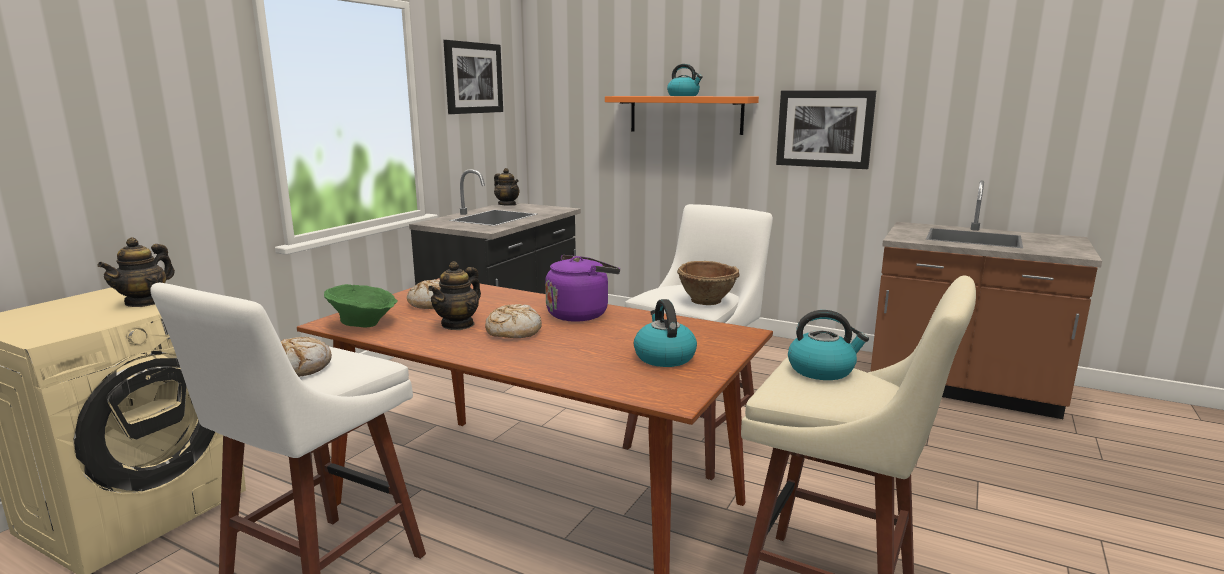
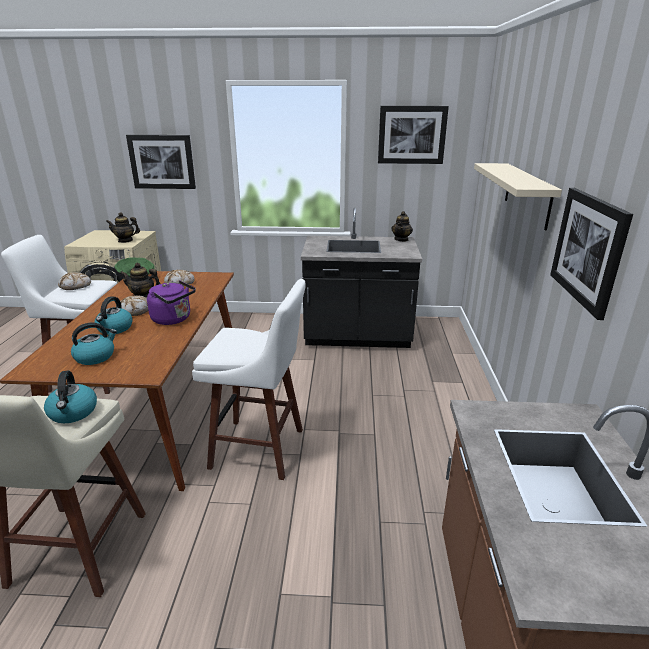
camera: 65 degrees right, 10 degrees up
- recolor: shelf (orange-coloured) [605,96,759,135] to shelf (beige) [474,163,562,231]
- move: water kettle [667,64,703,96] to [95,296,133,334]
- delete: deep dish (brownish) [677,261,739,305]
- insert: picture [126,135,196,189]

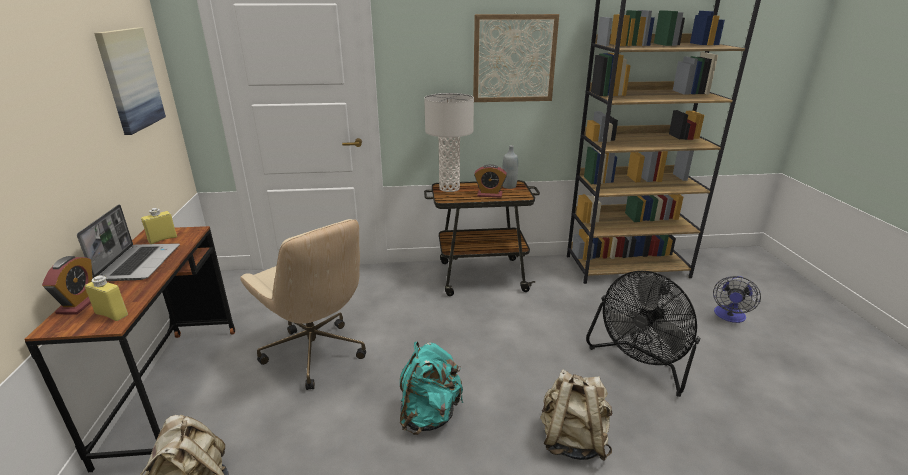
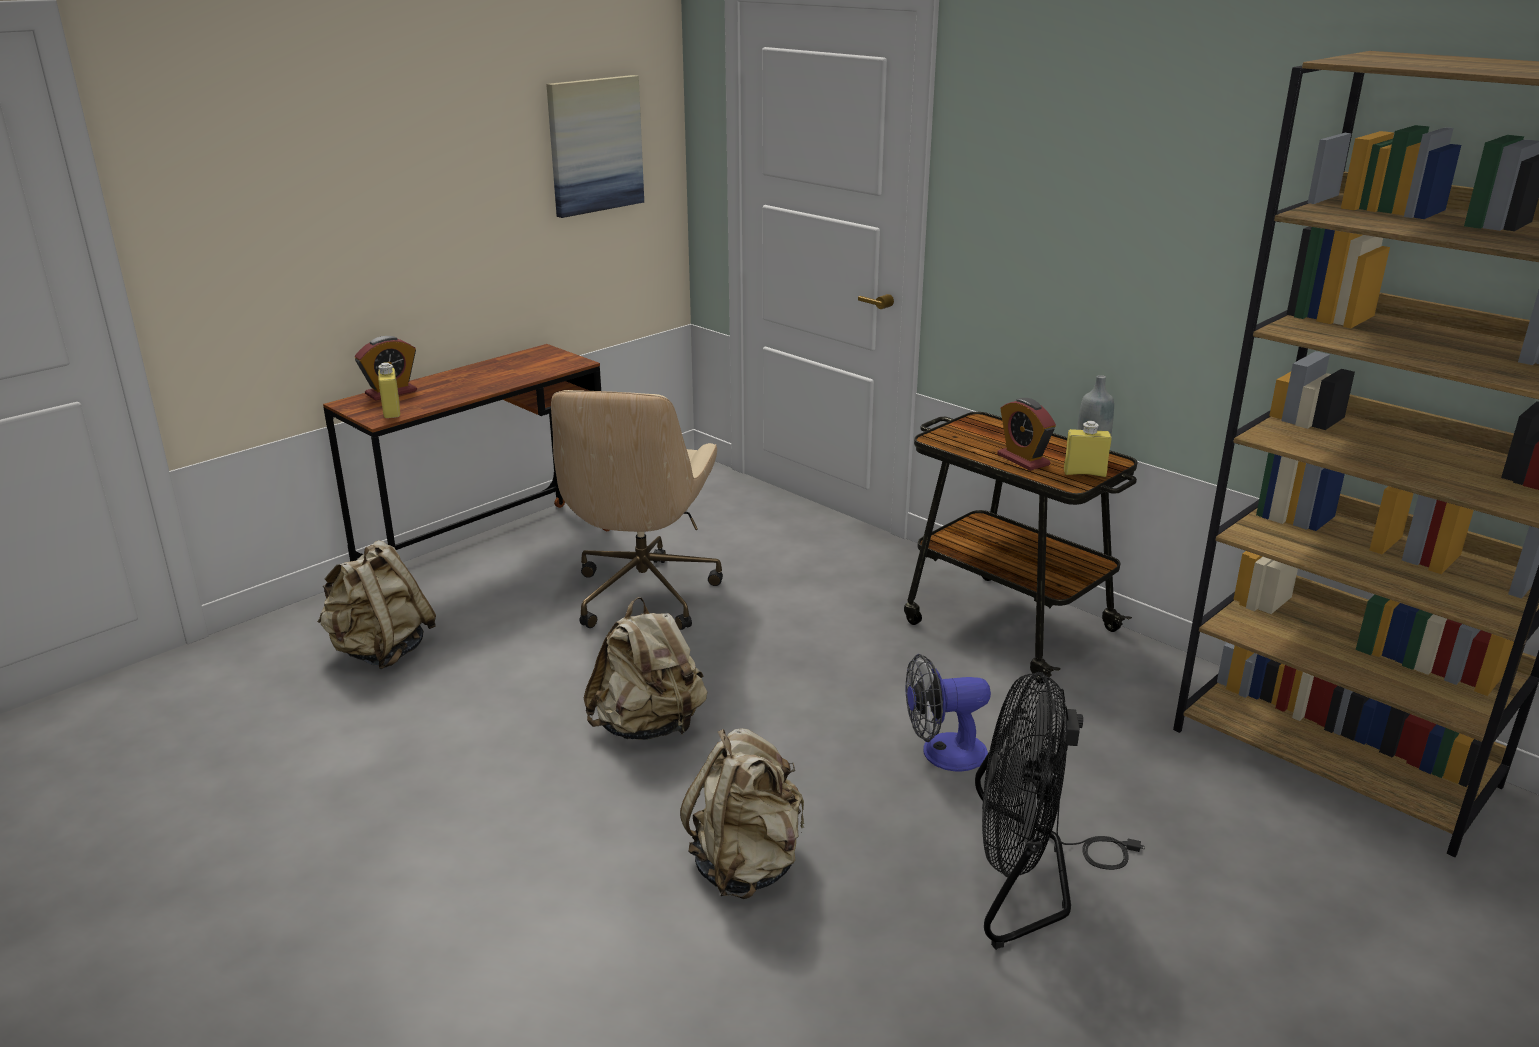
camera: 50 degrees right, 0 degrees up
- delete: portable computer [77,205,180,281]
- move: bottle (yellow) [141,208,177,244] to [1064,421,1111,477]
- recolor: rucksack (turquoise-coloured) [400,341,463,435] to rucksack (beige) [584,597,707,740]
- delete: tabletop lamp (whitish) [424,93,474,192]
- delete: picture [473,14,559,102]
- move: cooling fan [713,276,761,323] to [906,654,991,772]

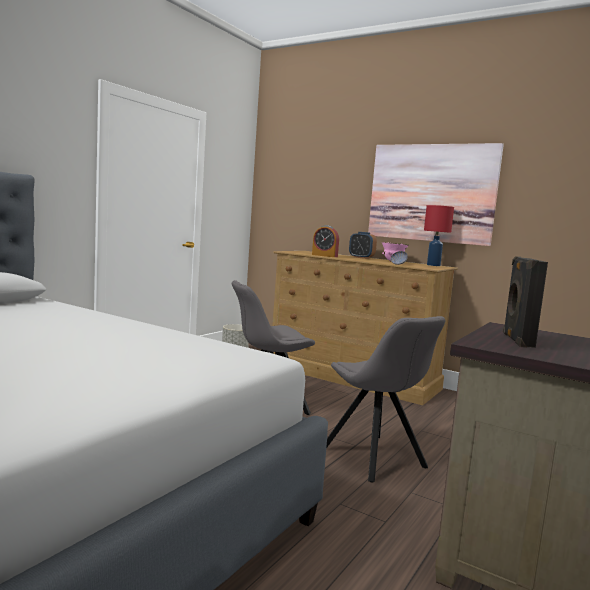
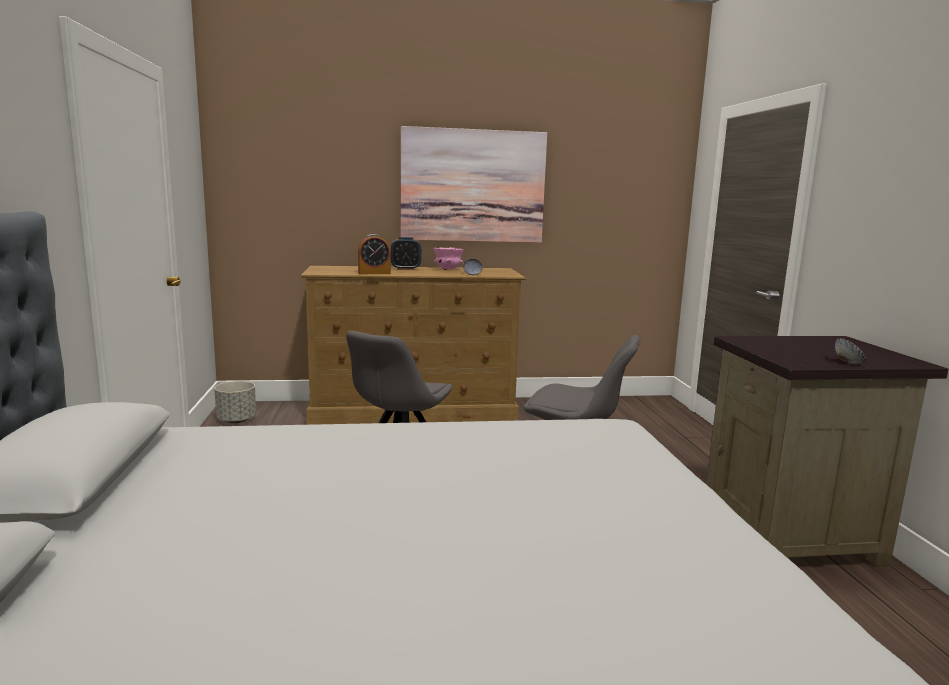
camera: 40 degrees left, 5 degrees up
- delete: tabletop lamp (red-coloured) [424,205,454,266]
- delete: speaker (blackish) [503,256,548,348]
- insert: deep dish [835,338,866,363]

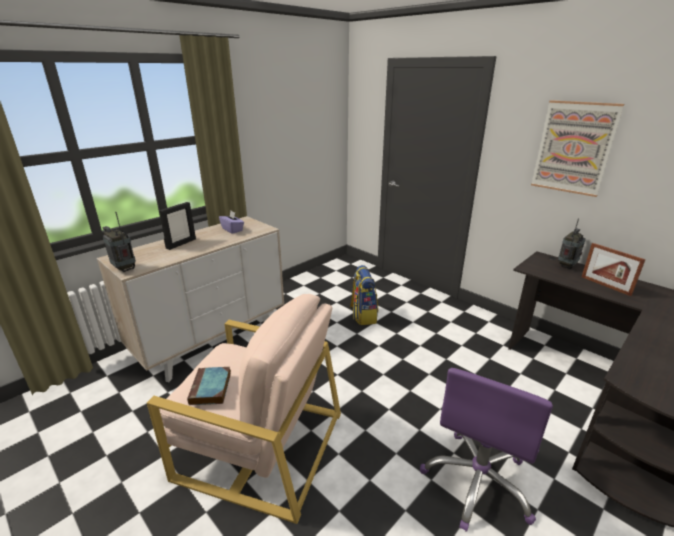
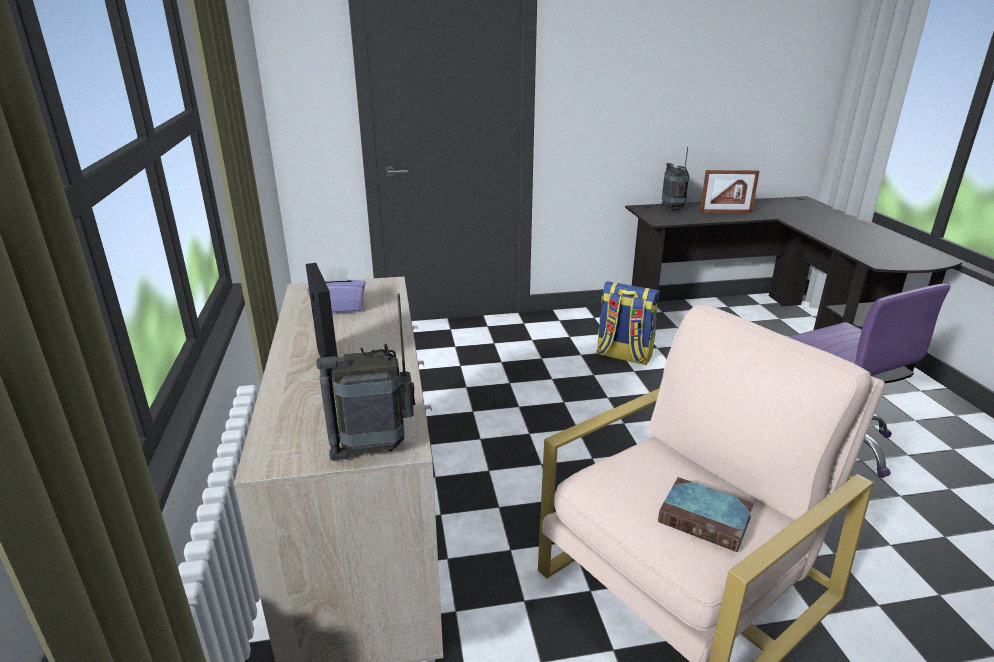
camera: 55 degrees left, 0 degrees up
- move: rucksack [350,265,378,325] to [596,281,660,365]
- delete: picture [531,100,624,197]

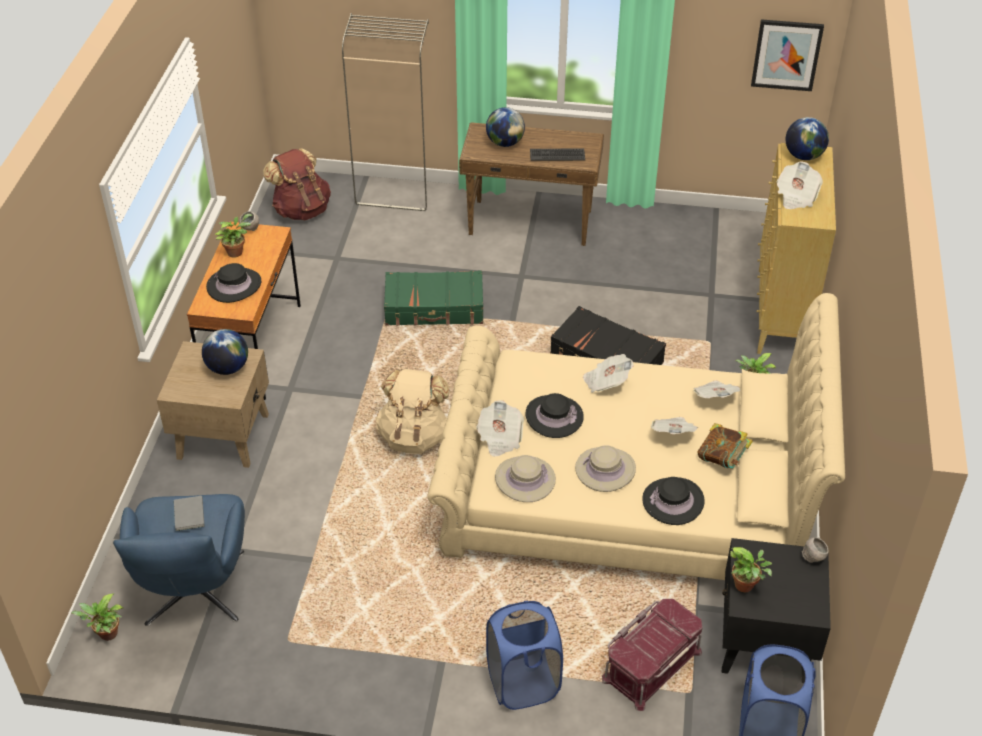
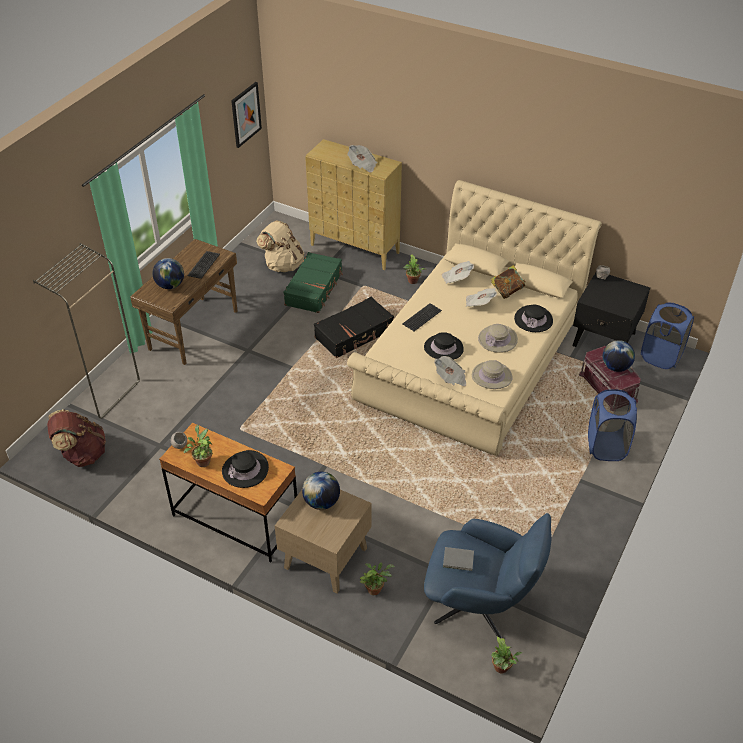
camera: 70 degrees left, 0 degrees up
- move: rucksack (beige) [375,369,449,454] to [256,220,305,272]
- move: piece of luggage (greenish) [384,270,483,325] to [283,252,343,313]
- replace: newspaper [583,354,634,393] to keyboard [402,303,442,331]
- move: houseplant [730,547,772,592] to [360,562,395,595]
- move: world globe [786,117,829,160] to [603,340,635,372]

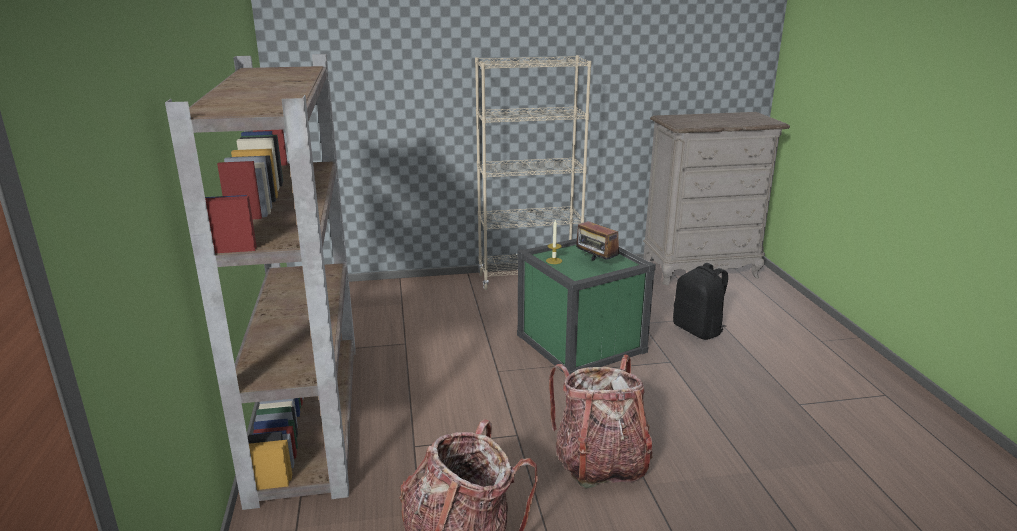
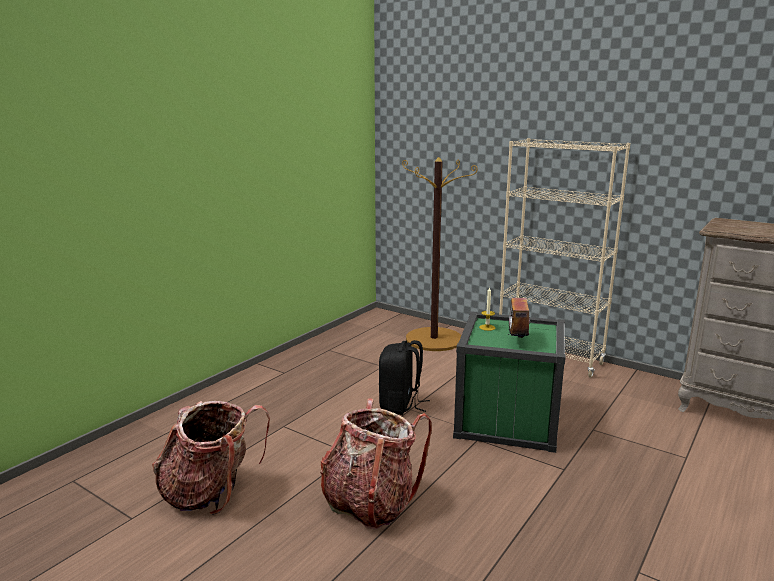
camera: 45 degrees right, 5 degrees down
- delete: bookcase (brownish) [165,54,356,510]
- move: rucksack (blackish) [673,263,728,340] to [379,340,430,415]
- insert: clothes rack (brownish) [402,157,478,351]

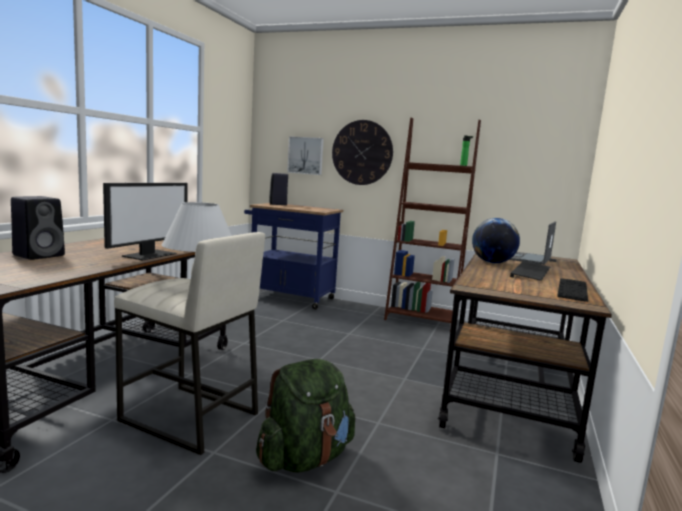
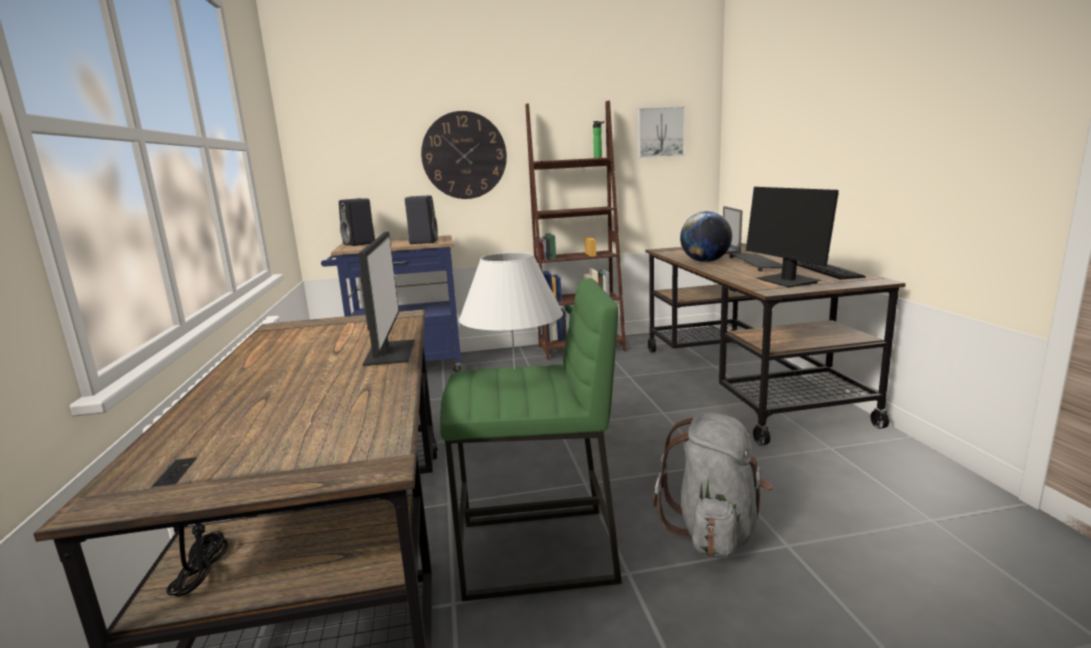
camera: 30 degrees left, 5 degrees up
- move: speaker (blackish) [11,196,65,260] to [405,195,438,244]
- recolor: stool (beige) [114,232,265,455] to stool (greenish) [440,278,622,601]
- recolor: rucksack (greenish) [256,359,355,473] to rucksack (gray) [653,413,773,557]
- move: picture [287,136,324,175] to [637,106,685,158]
- insert: monitor [746,187,839,287]

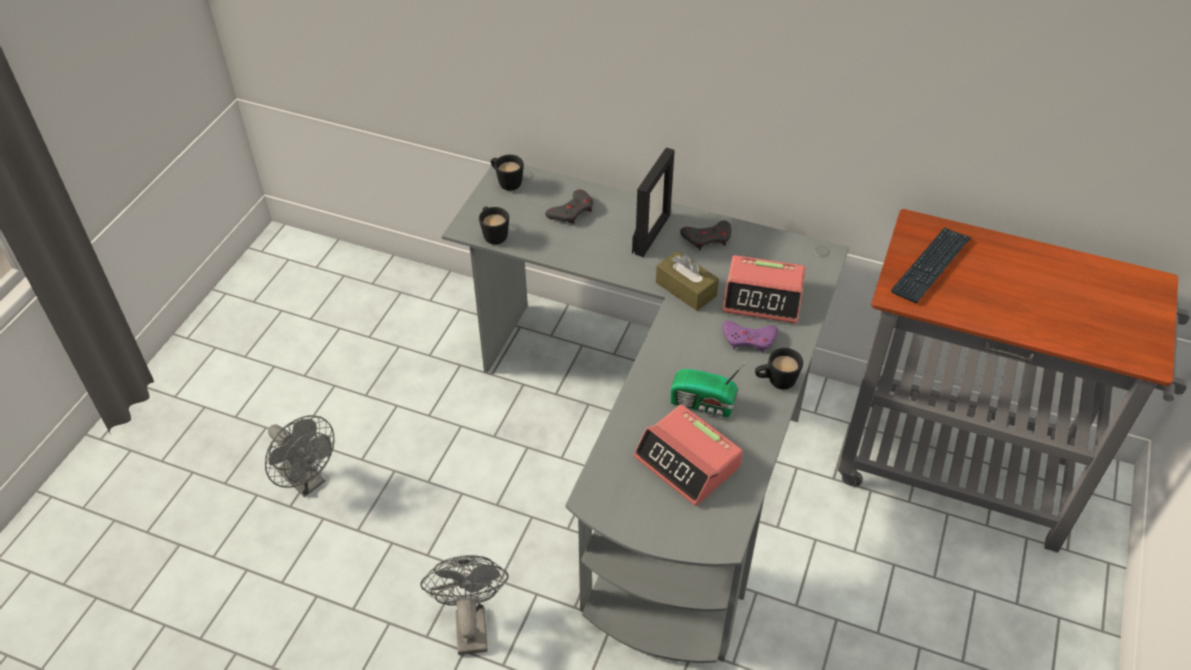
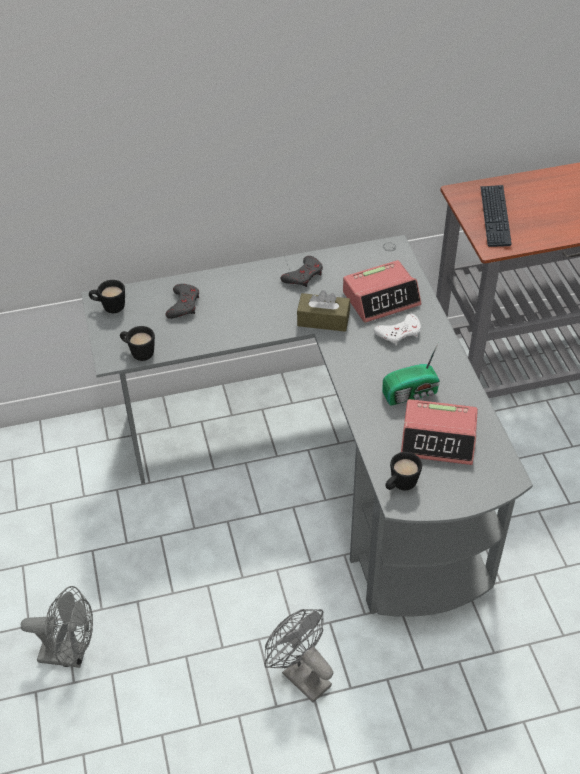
camera: 35 degrees left, 0 degrees up
- delete: picture frame [632,148,675,257]
- recolor: game controller (purple) [722,321,778,353] to game controller (whitish) [374,314,421,345]
- move: tea mug (blackish) [755,348,803,390] to [385,452,422,490]

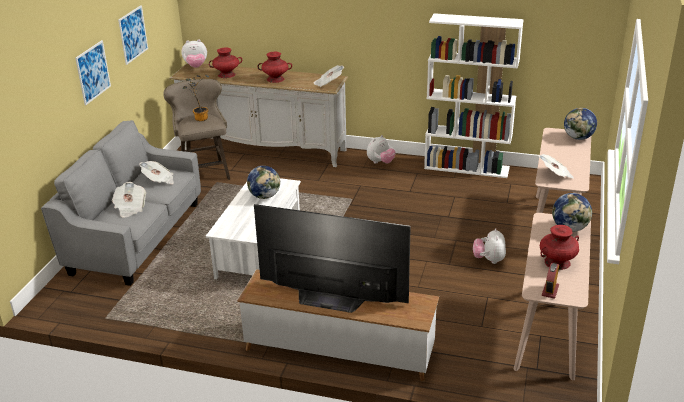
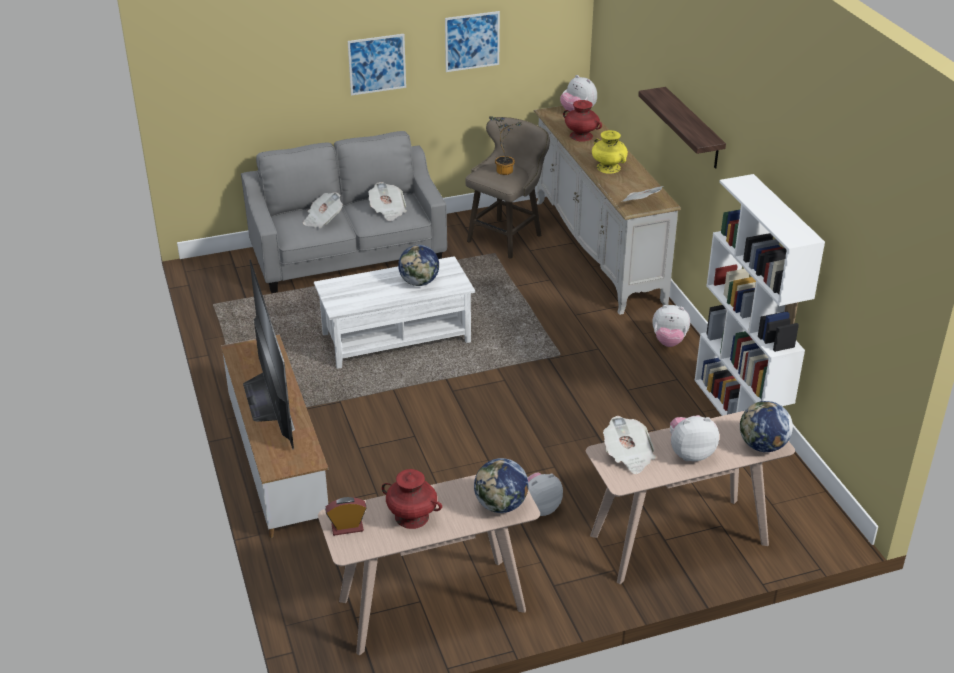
camera: 55 degrees right, 5 degrees up
- recolor: vase (red-coloured) [257,52,292,83] to vase (yellow) [592,130,628,174]
- insert: shelf [638,87,726,169]
- insert: plush toy [670,415,719,461]

